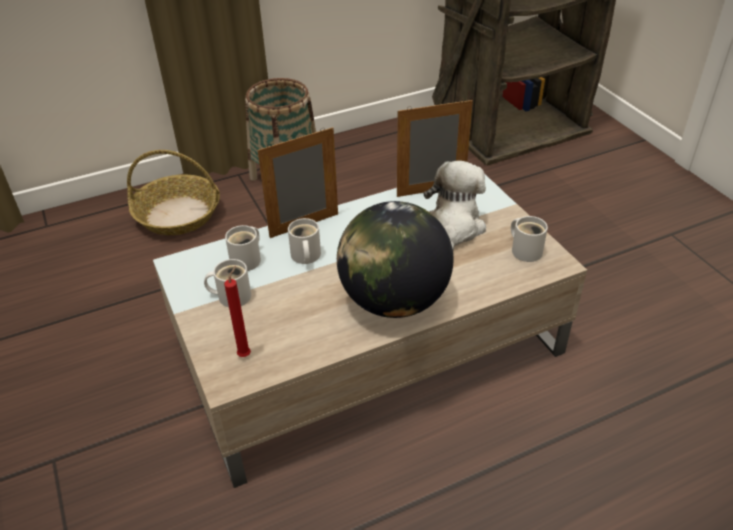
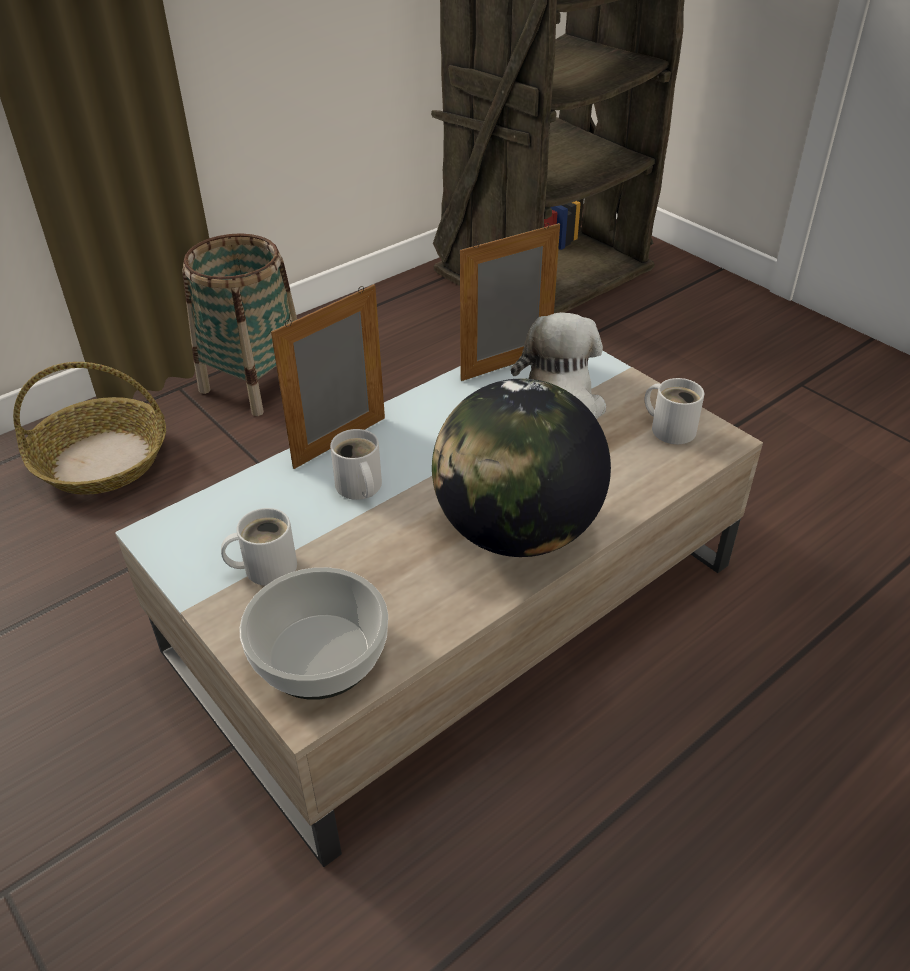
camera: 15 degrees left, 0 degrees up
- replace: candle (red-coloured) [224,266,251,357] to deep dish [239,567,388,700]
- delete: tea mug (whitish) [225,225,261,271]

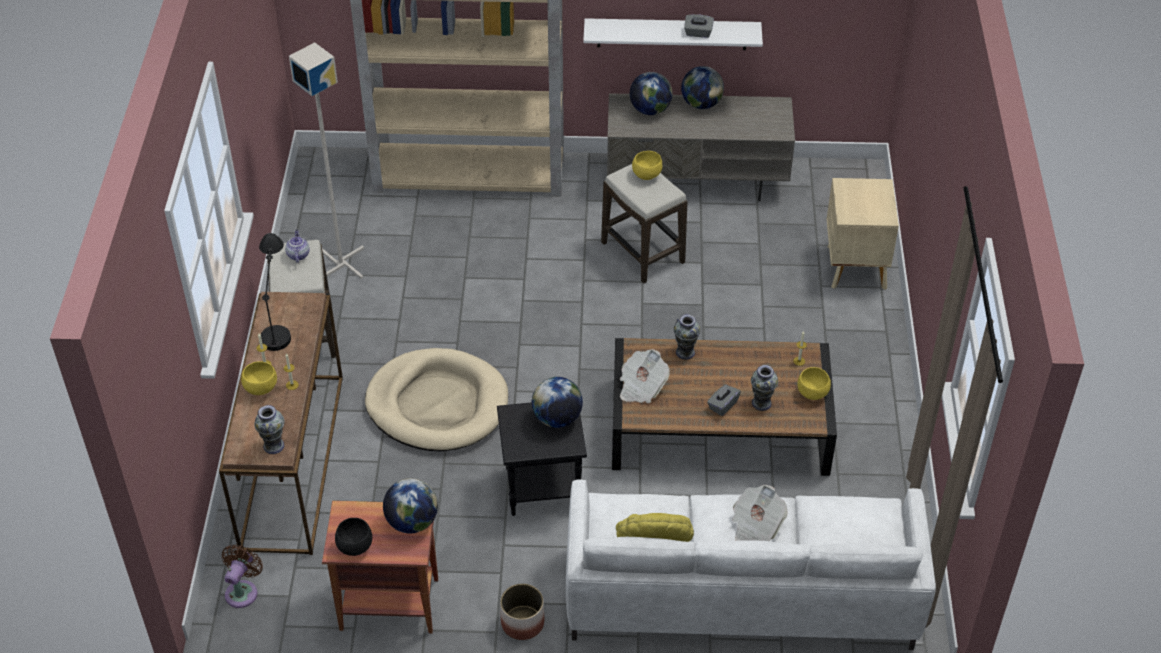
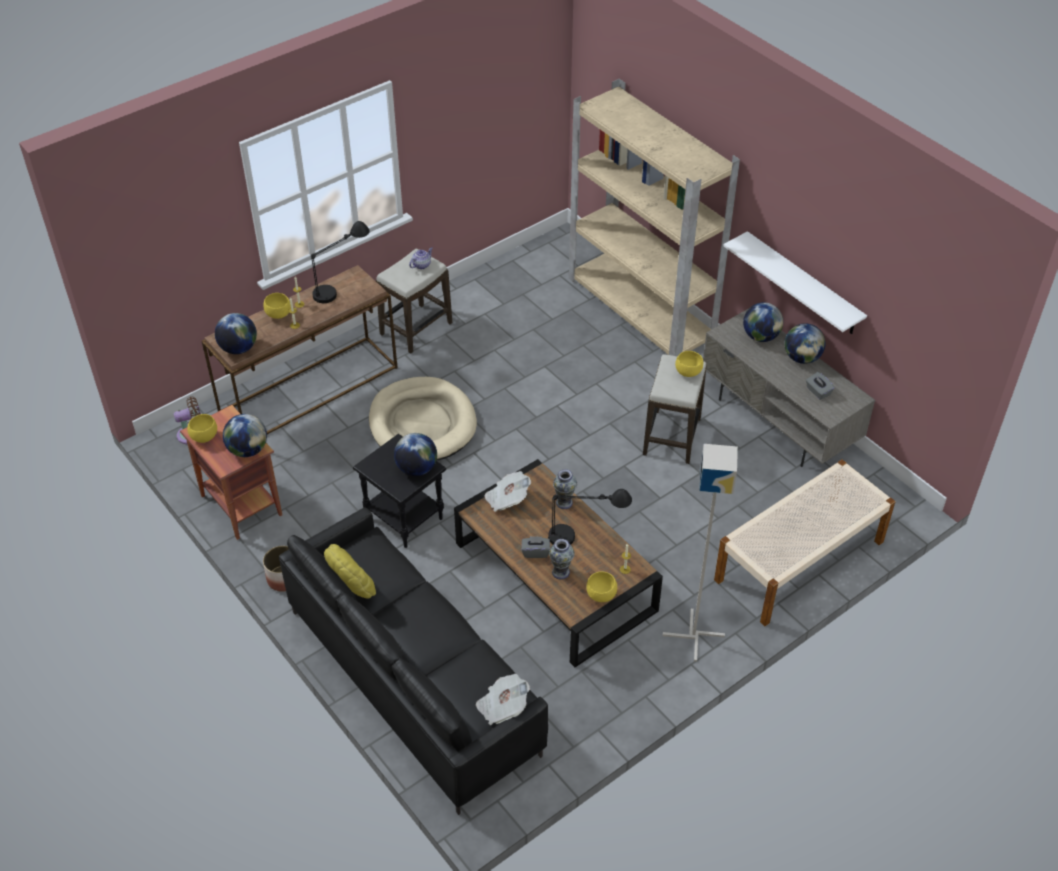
camera: 50 degrees right, 0 degrees up
- replace: vase [254,405,285,454] to world globe [215,313,257,354]
- move: standard lamp (gray) [289,42,364,279] to [663,444,738,662]
- recolor: deep dish (blackish) [335,518,372,556] to deep dish (yellow) [187,414,217,443]
- recolor: settee (whitish) [566,480,936,650] to settee (blackish) [279,508,548,815]
- move: box of tissues (gray) [684,14,714,38] to [806,372,835,400]
- move: newspaper [732,485,788,541] to [476,674,530,725]
- replace: bedside table (beige) [827,178,899,290] to indoor bench (beige) [714,459,896,626]
- insert: tabletop lamp (blackish) [548,489,632,545]

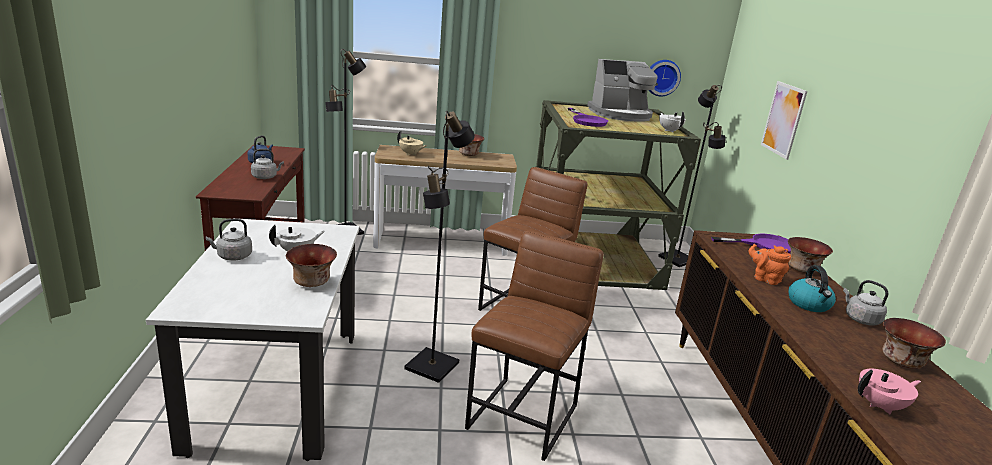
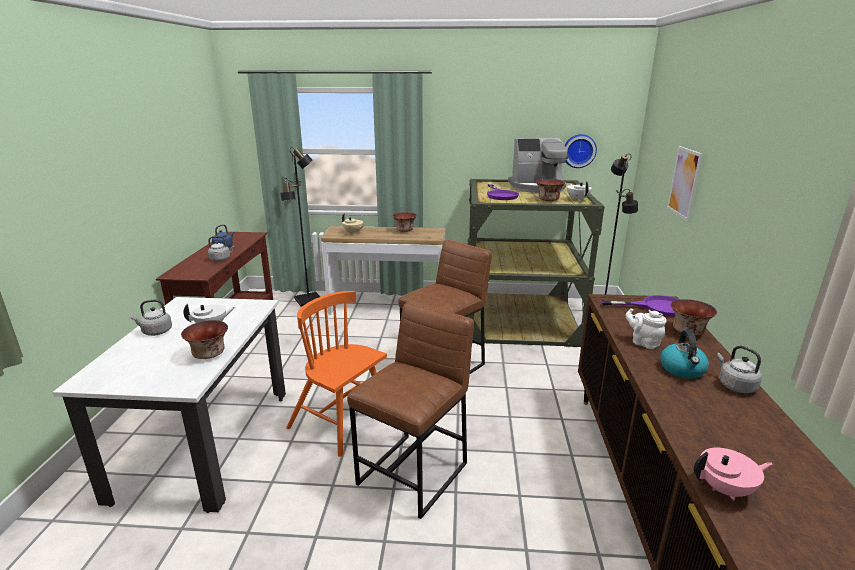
camera: 10 degrees right, 0 degrees up
- replace: standard lamp (blackish) [404,111,475,383] to upright chair (orange-coloured) [286,291,387,457]
- recolor: teapot (orange-coloured) [748,244,791,285] to teapot (whitish) [626,308,666,349]
- move: deep dish [882,318,946,369] to [536,179,565,201]

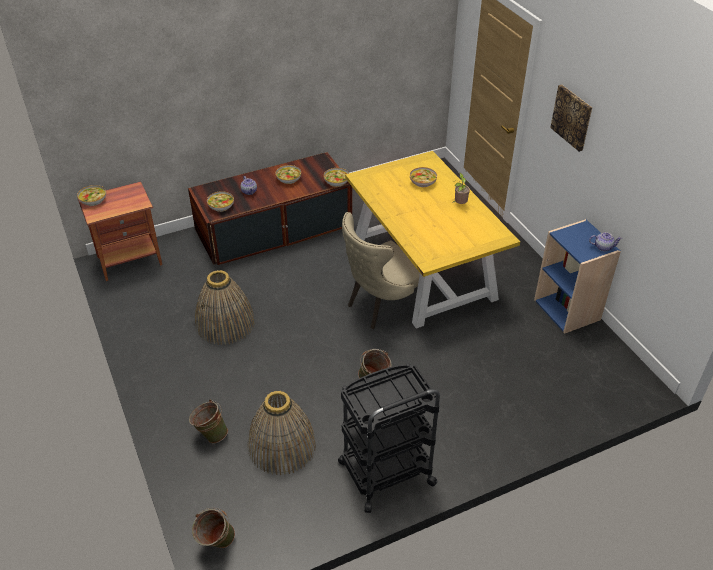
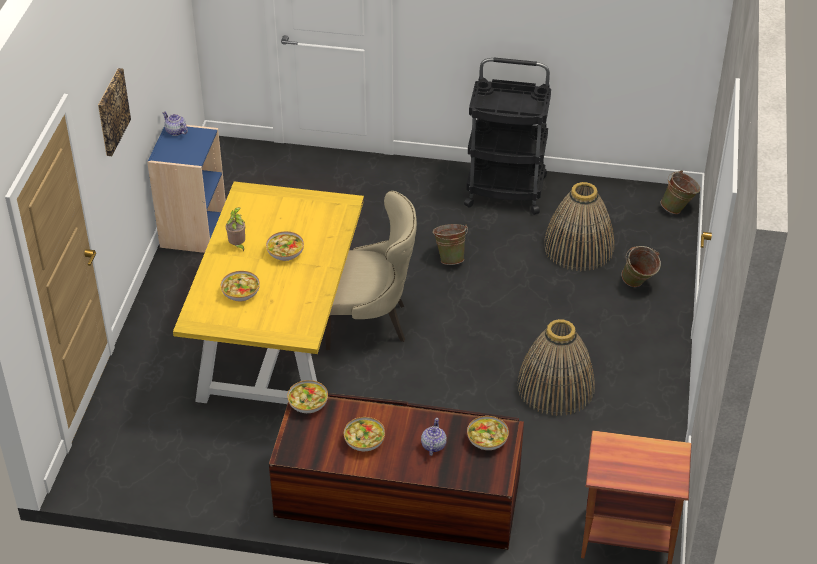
camera: 145 degrees left, 0 degrees up
- move: deep dish [77,185,106,206] to [266,231,304,261]

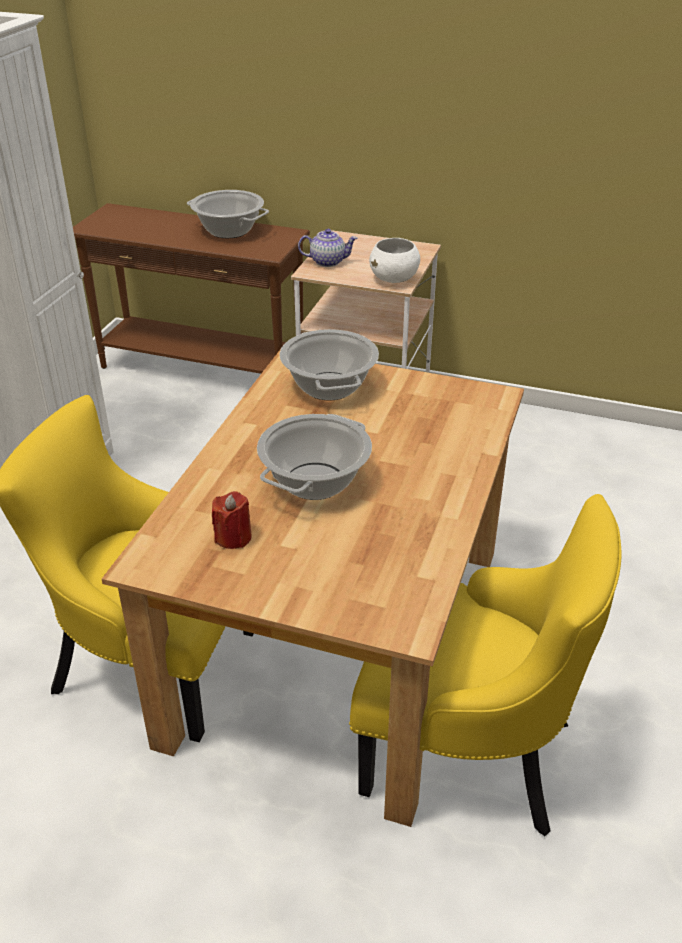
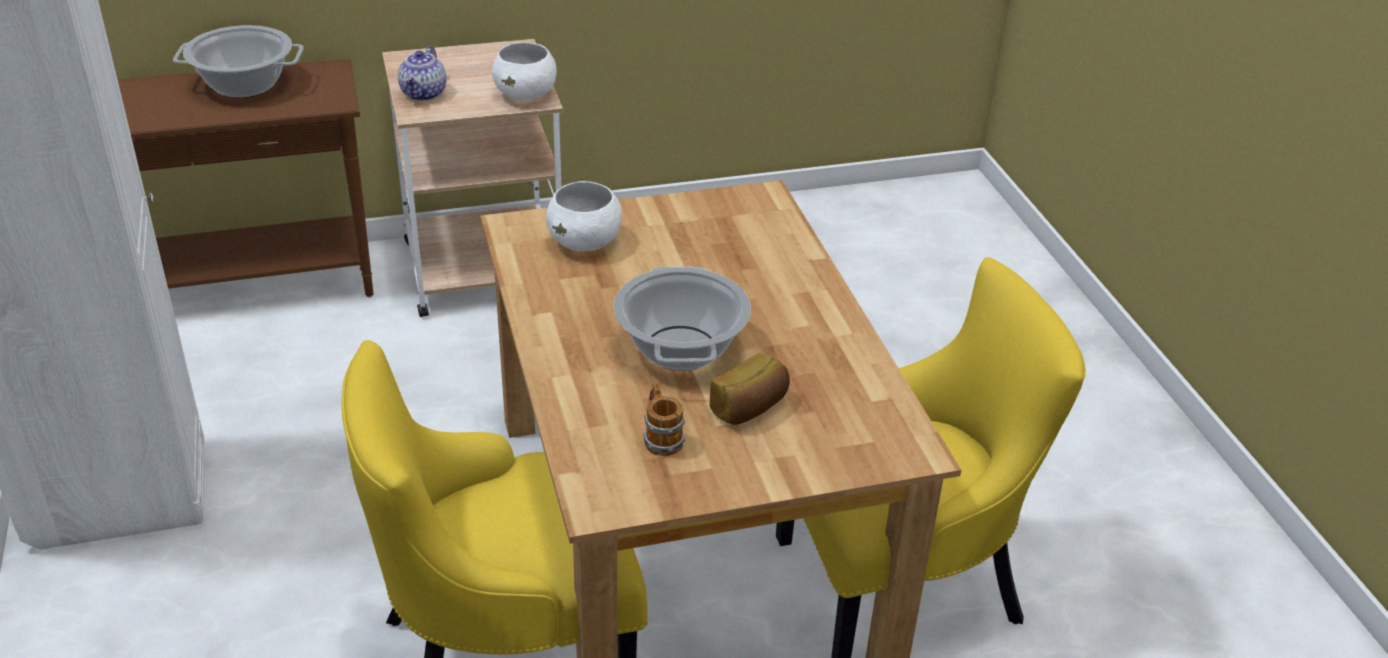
camera: 35 degrees left, 0 degrees up
- replace: candle (red-coloured) [212,491,252,549] to tea mug [643,381,685,456]
- replace: cooking pot [279,329,379,401] to deep dish (whitish) [546,181,622,251]
- rotate: teapot [298,229,358,267] = [398,46,446,101] 135 degrees clockwise
- insert: bread [709,353,790,425]

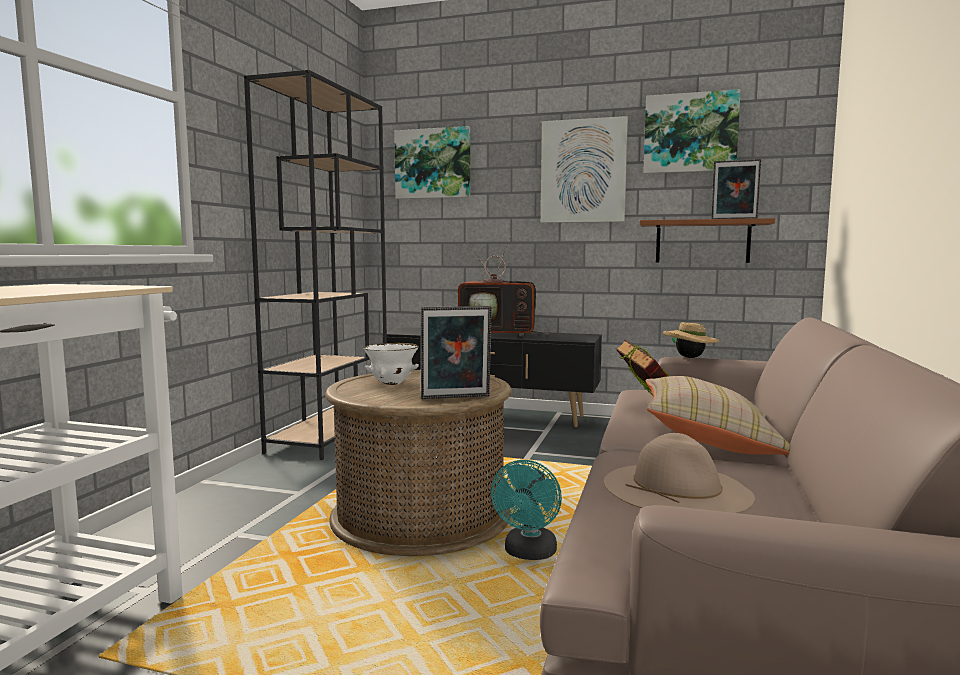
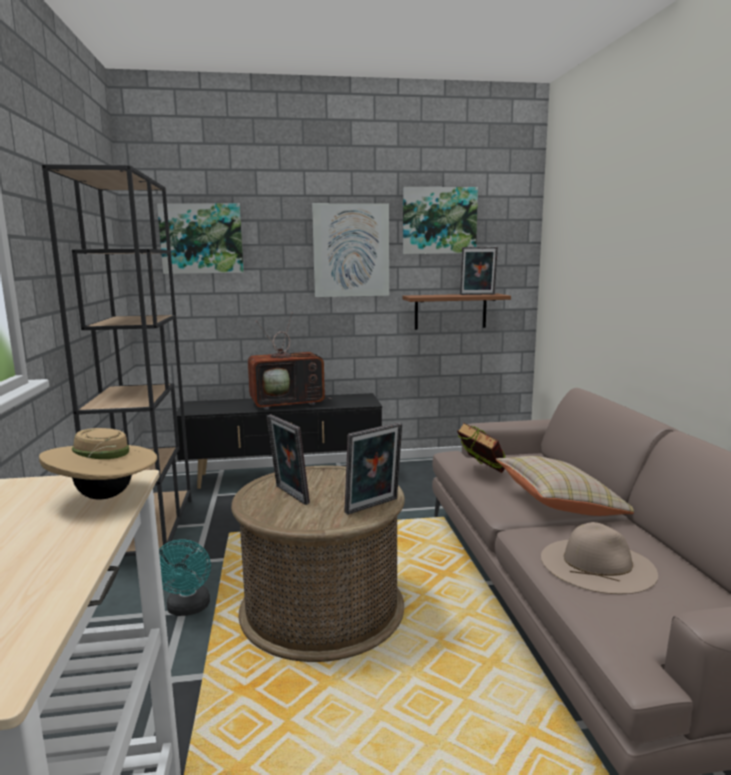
camera: 25 degrees left, 5 degrees up
- replace: deep dish (whitish) [363,343,419,385] to picture frame [266,414,310,505]
- move: cooling fan (turquoise-coloured) [491,460,562,560] to [159,539,211,616]
- move: wearable hat (beige) [663,322,720,358] to [39,428,157,500]

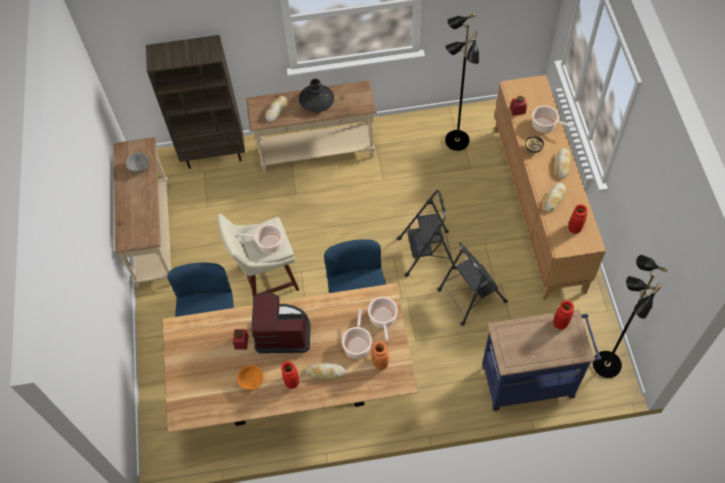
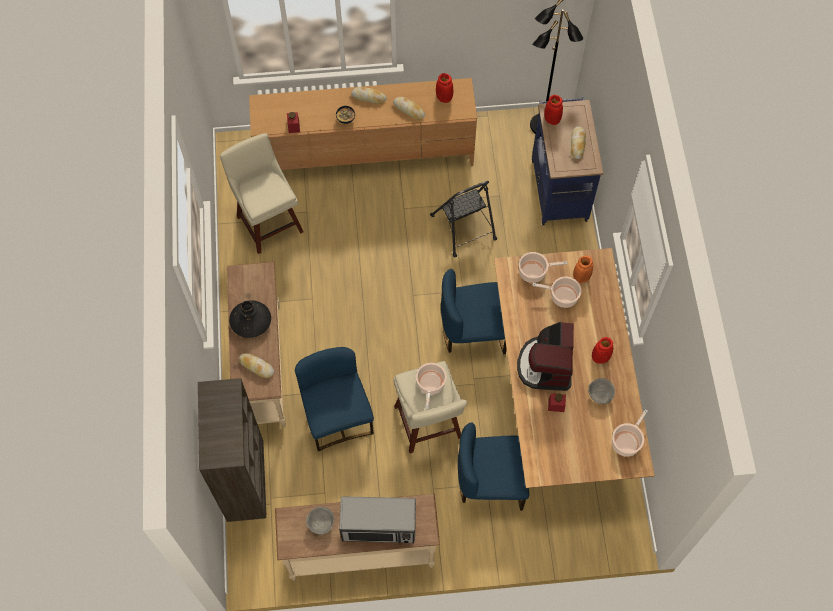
camera: 90 degrees left, 5 degrees up
- recolor: deep dish (orange-coloured) [237,365,264,390] to deep dish (gray) [588,378,615,404]
- move: bread [306,363,346,379] to [571,126,586,159]
- delete: step ladder (blackish) [397,190,457,277]
- replace: standard lamp (blackish) [445,13,479,151] to stool (beige) [220,133,303,254]
- move: cooking pot [532,105,574,133] to [612,409,648,457]
- insert: upright chair (blue) [295,347,374,451]
- insert: microwave oven [339,496,416,544]

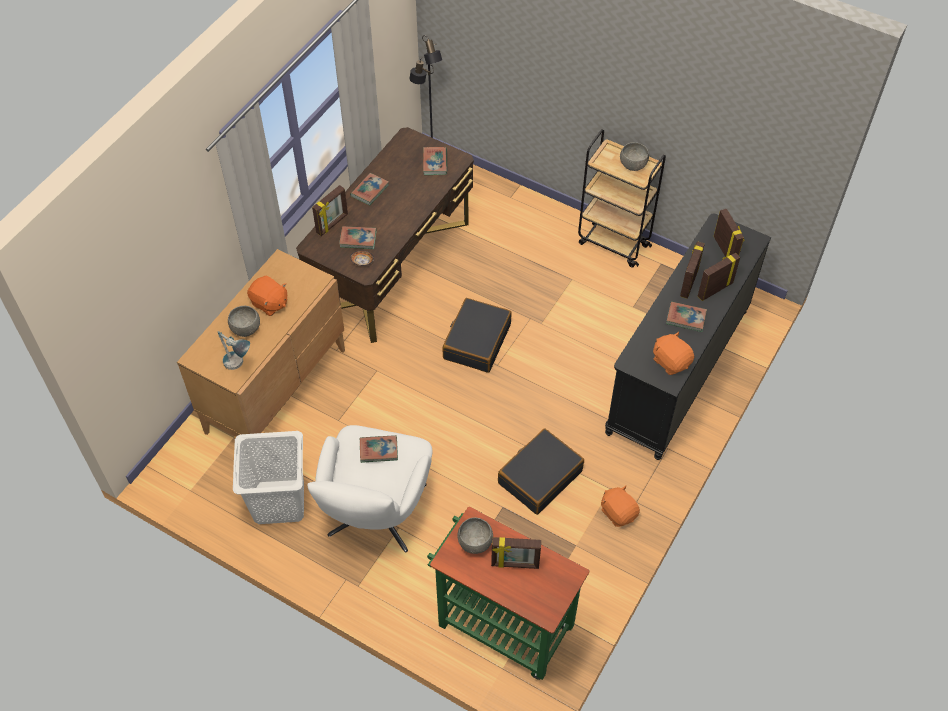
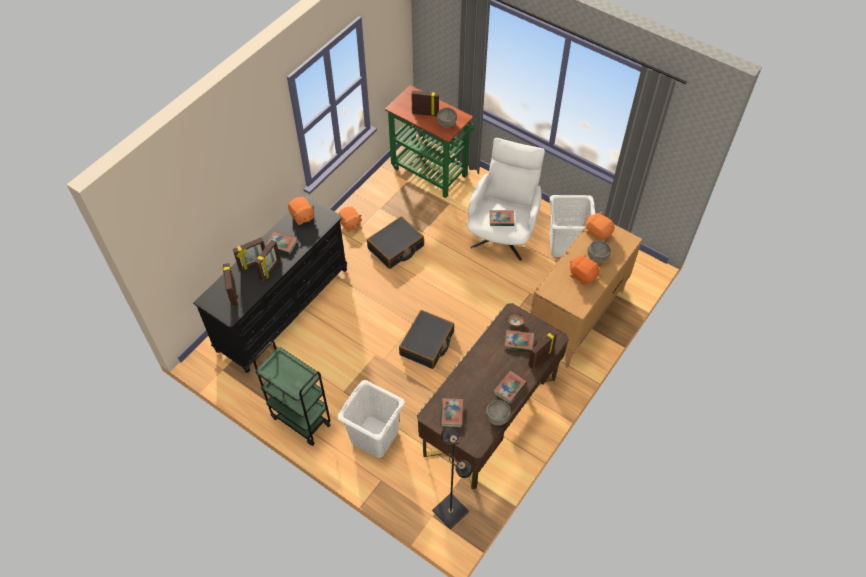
camera: 175 degrees left, 0 degrees up
- replace: tabletop lamp [218,331,250,370] to plush toy (orange-coloured) [586,212,615,240]
- recolor: cart (brownish) [578,129,666,268] to cart (greenish) [254,341,331,446]
- move: deep dish (gray) [620,142,649,171] to [486,400,511,426]
- insert: hamper (whitish) [337,380,405,458]

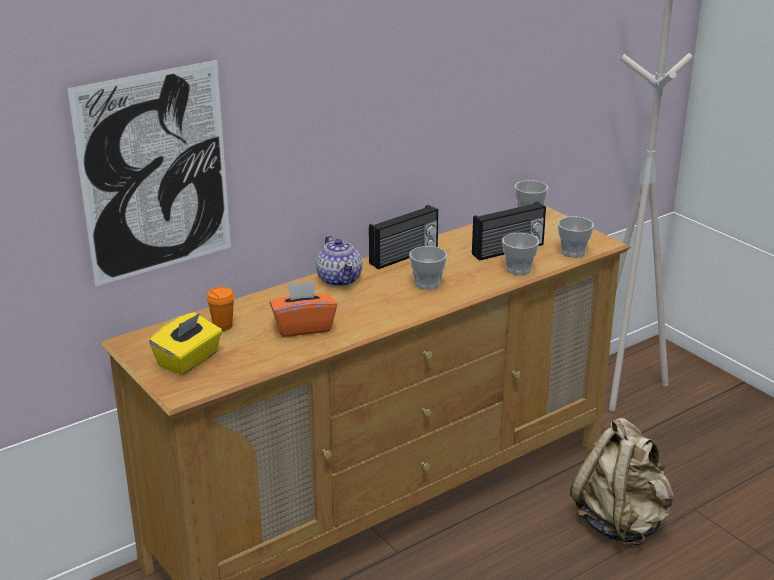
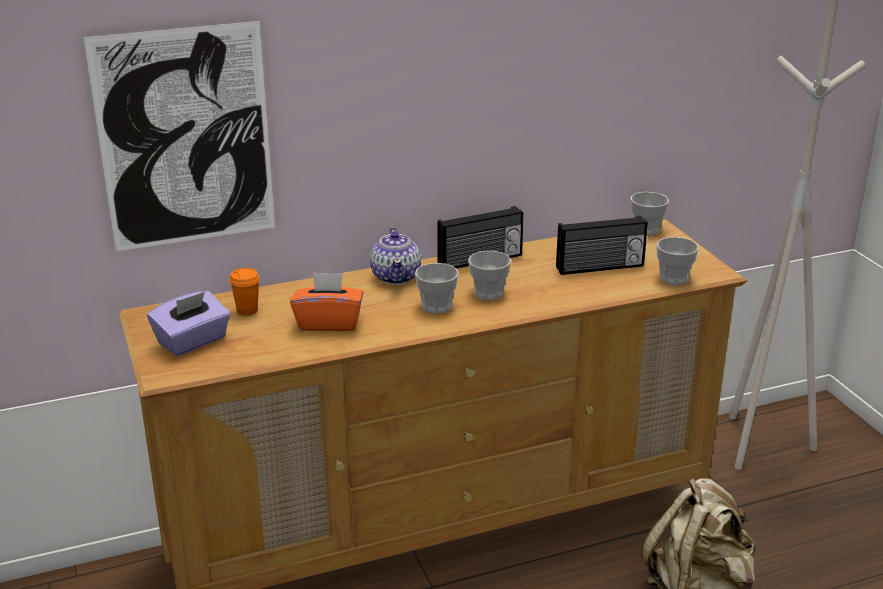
camera: 15 degrees right, 0 degrees up
- recolor: box of tissues (yellow) [149,312,222,375] to box of tissues (purple) [147,291,231,356]
- move: cup [502,233,539,275] to [415,263,459,314]

